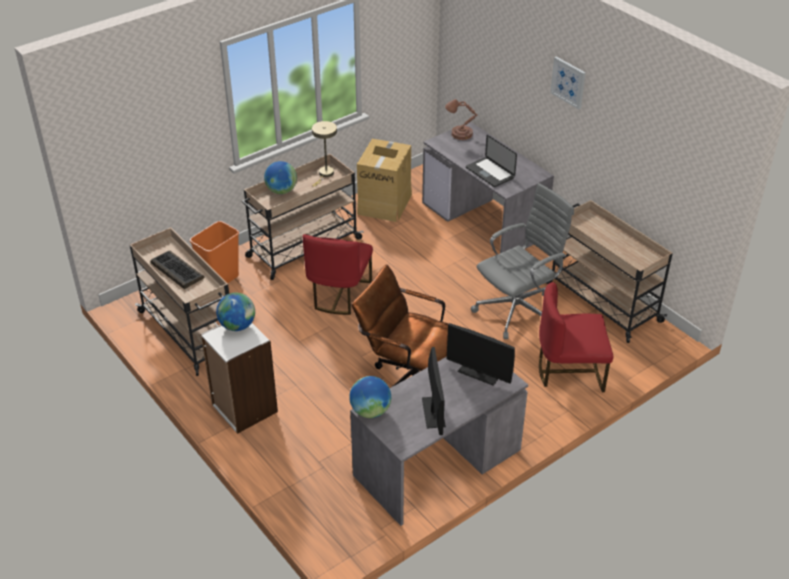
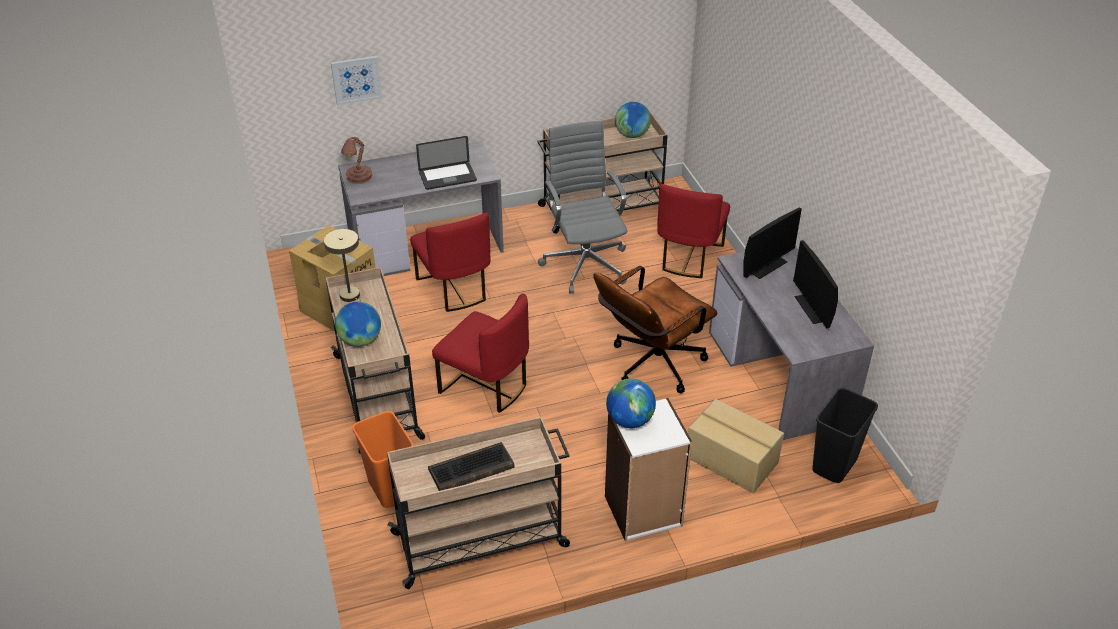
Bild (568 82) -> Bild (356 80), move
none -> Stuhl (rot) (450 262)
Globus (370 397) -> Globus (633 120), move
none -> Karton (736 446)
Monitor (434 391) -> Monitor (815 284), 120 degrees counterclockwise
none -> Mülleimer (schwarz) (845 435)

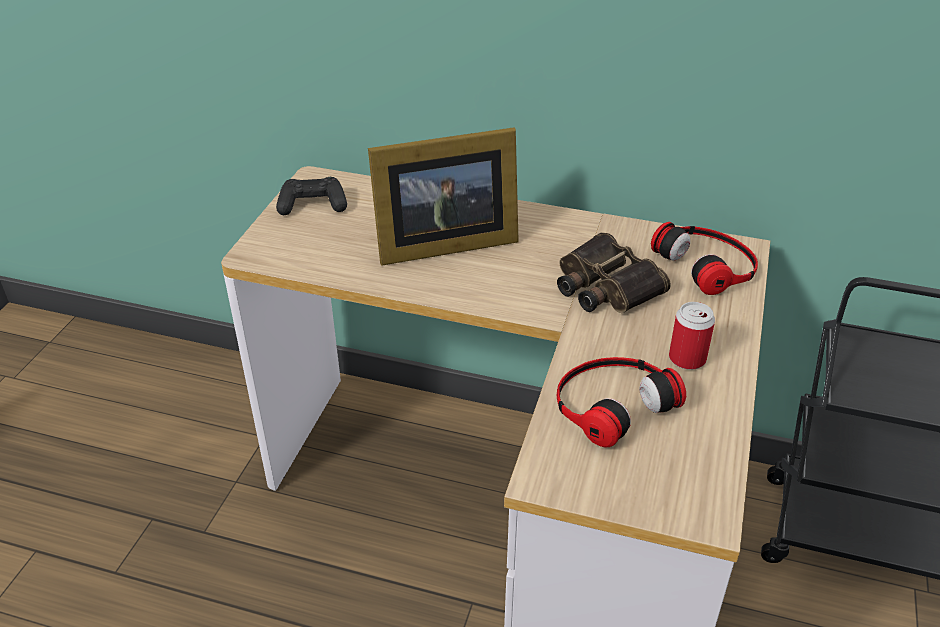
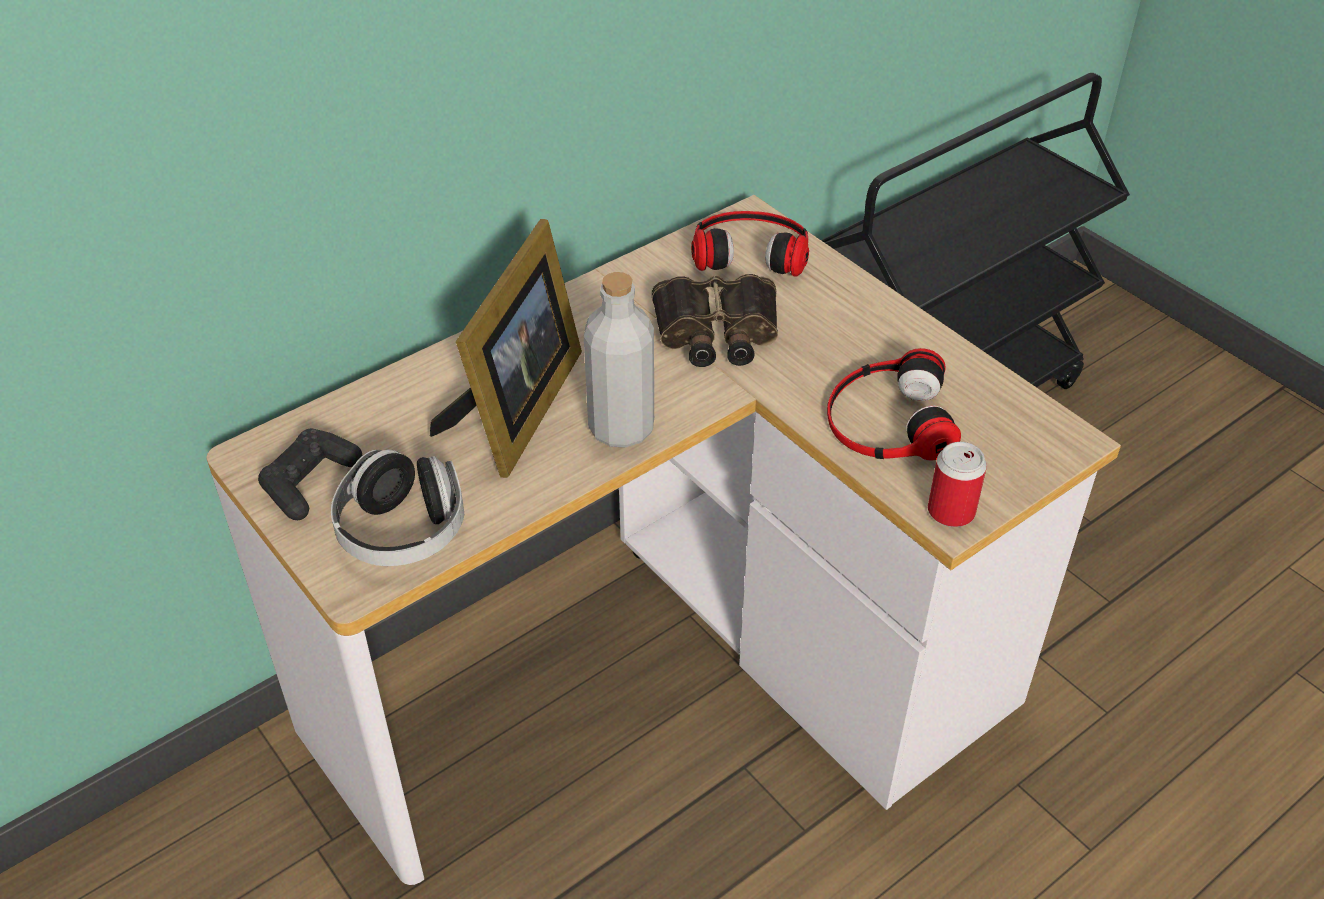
none -> Kopfhörer (397 508)
none -> Flasche (grau) (619 360)
Dose (692 336) -> Dose (957 484), move

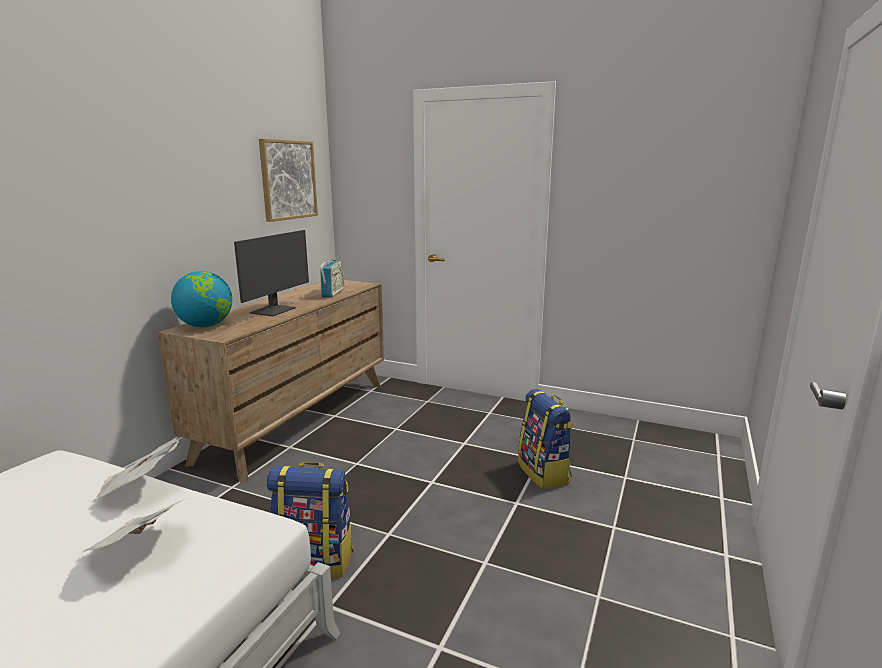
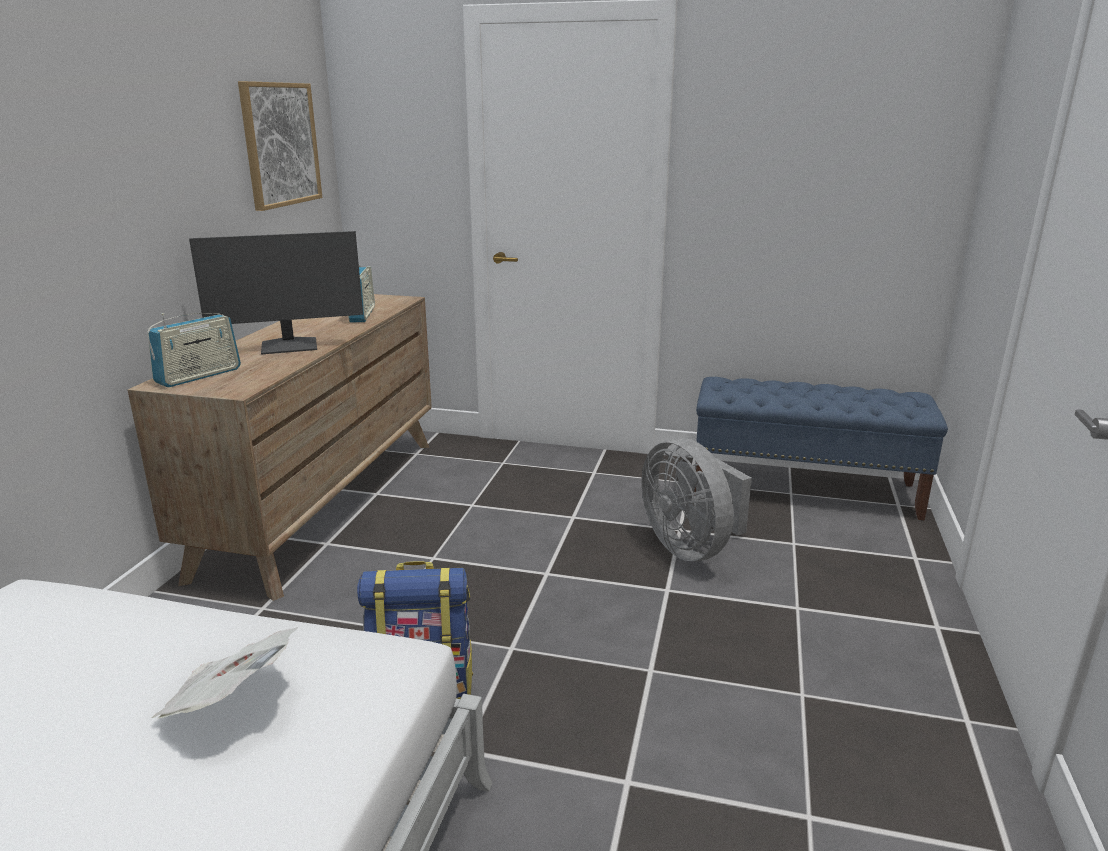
Globus (201 299) -> Radio (194 350)
Monitor (271 273) -> Monitor (276 293), 60 degrees clockwise
Rucksack (545 439) -> Ventilator (grau) (697 499)
none -> Bank (blau) (821 448)
Zeitung (135 469) -> none

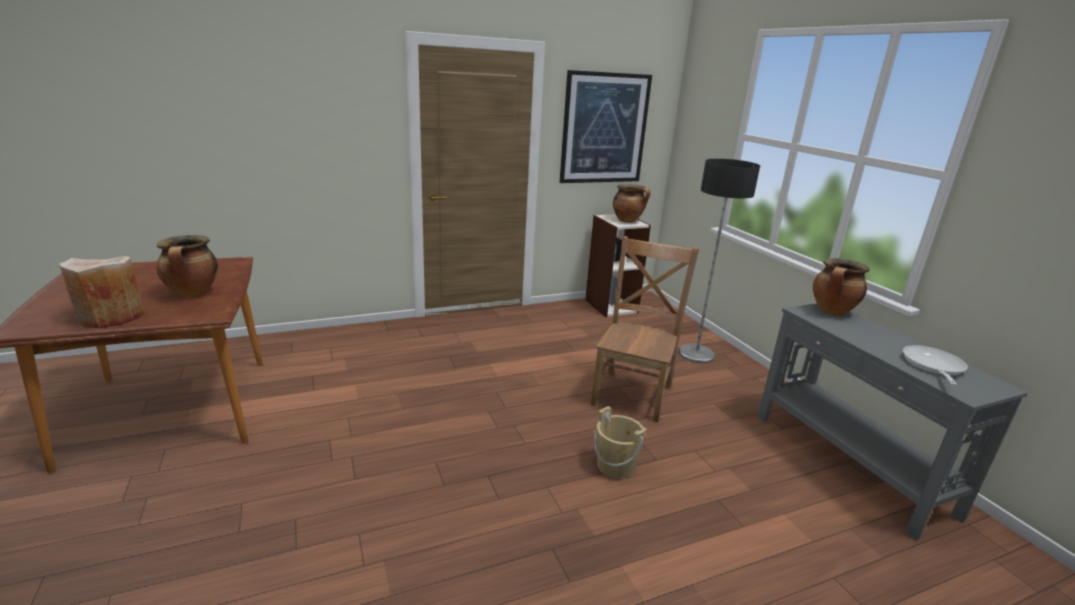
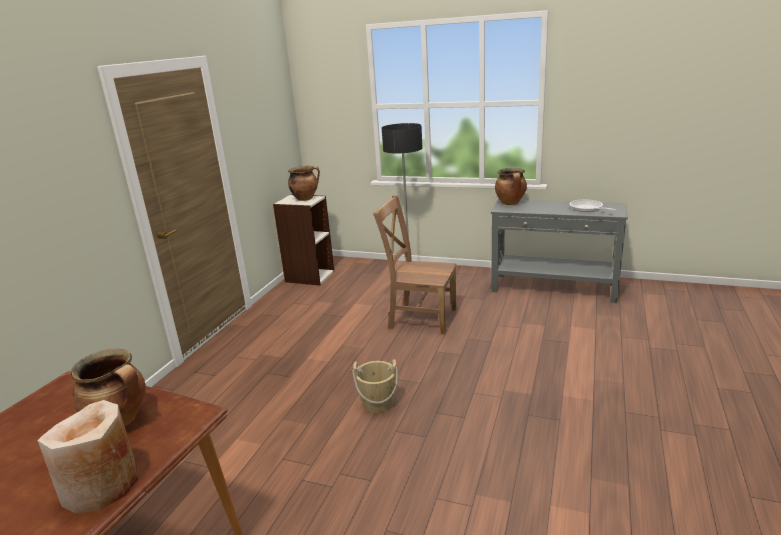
Eimer (beige) (620 442) -> Eimer (beige) (375 386), move
Stuhl (braun) (645 329) -> Stuhl (braun) (415 265), 45 degrees counterclockwise
Bild (605 126) -> none

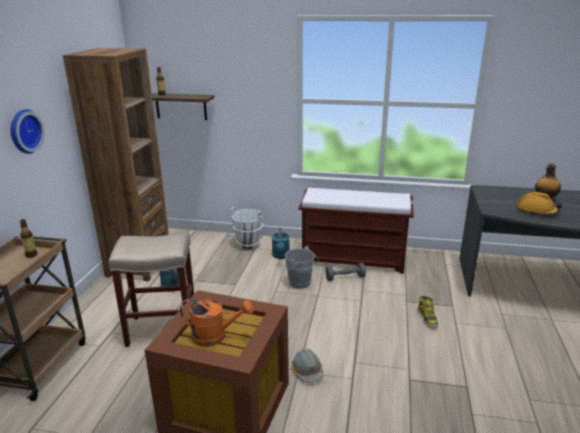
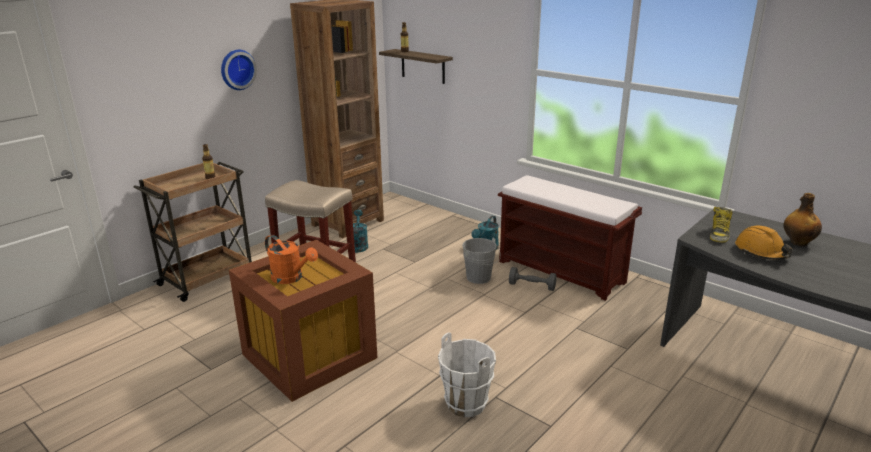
Eimer (weiß) (247 228) -> Eimer (weiß) (467 375), move
Stiefel (428 312) -> Stiefel (721 225), move
Schutzhelm (grau) (307 366) -> none

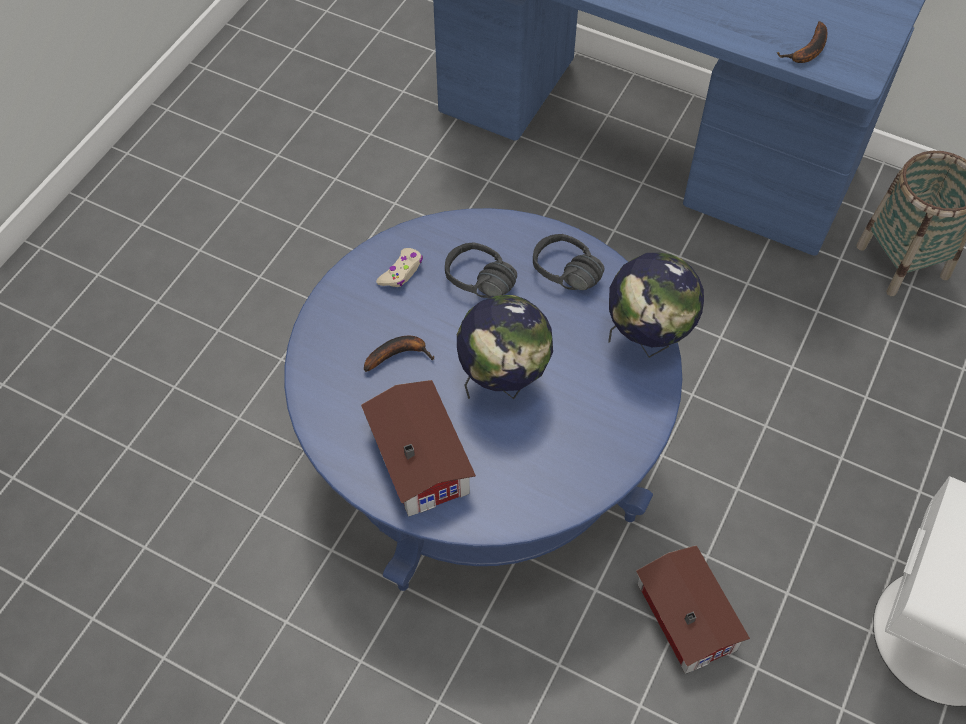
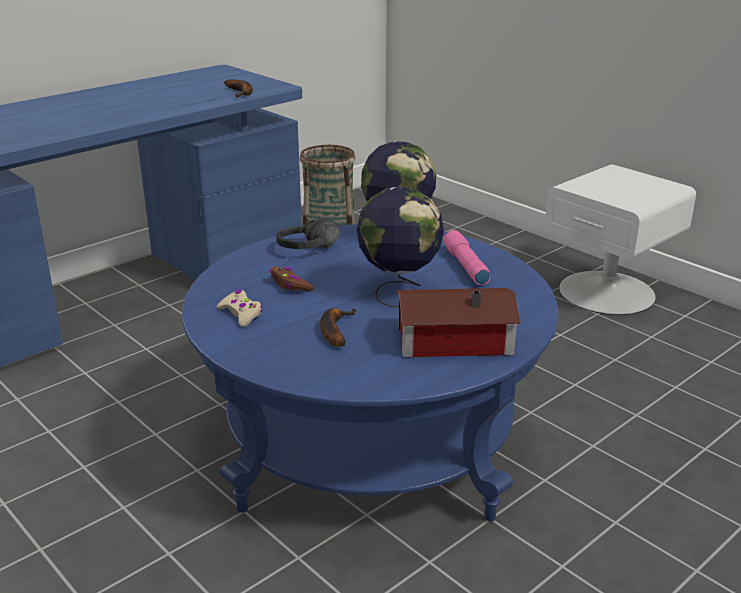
Kopfhörer (schwarz) (481 270) -> Gamepad (braun) (292 279)
none -> Taschenlampe (rosa) (466 257)
Spielzeughaus (693 609) -> none

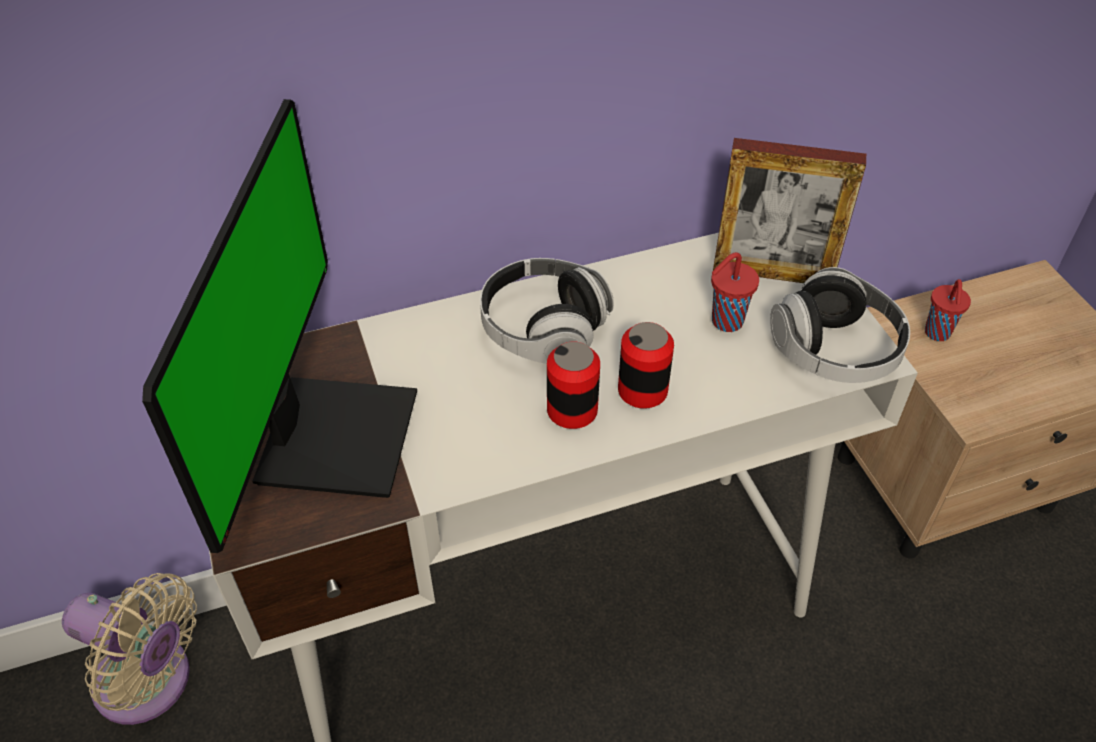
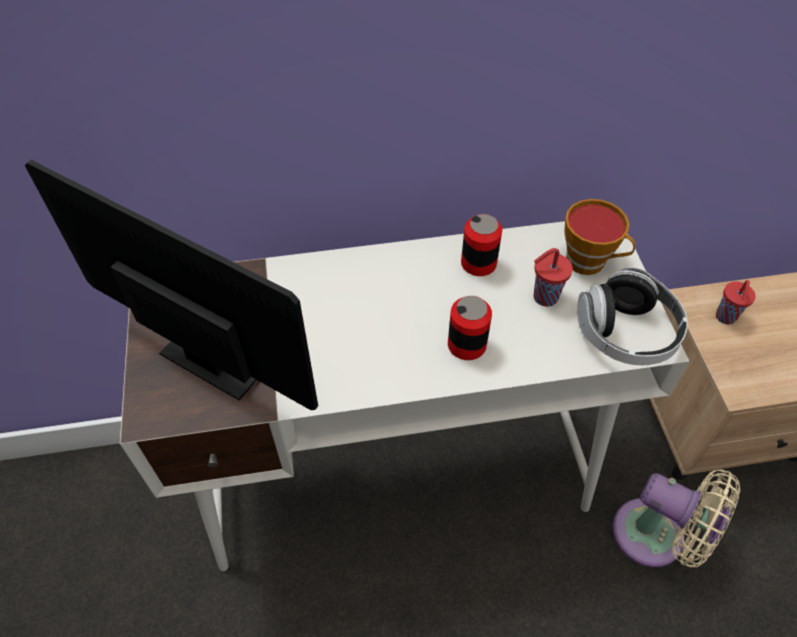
Monitor (279 326) -> Monitor (171 285), 75 degrees counterclockwise
Dose (573 385) -> Dose (481 245), move
Bilderrahmen (789 210) -> Tasse (600 237)
Ventilator (beige) (129 649) -> Ventilator (beige) (676 518), move
Kopfhörer (547 311) -> none

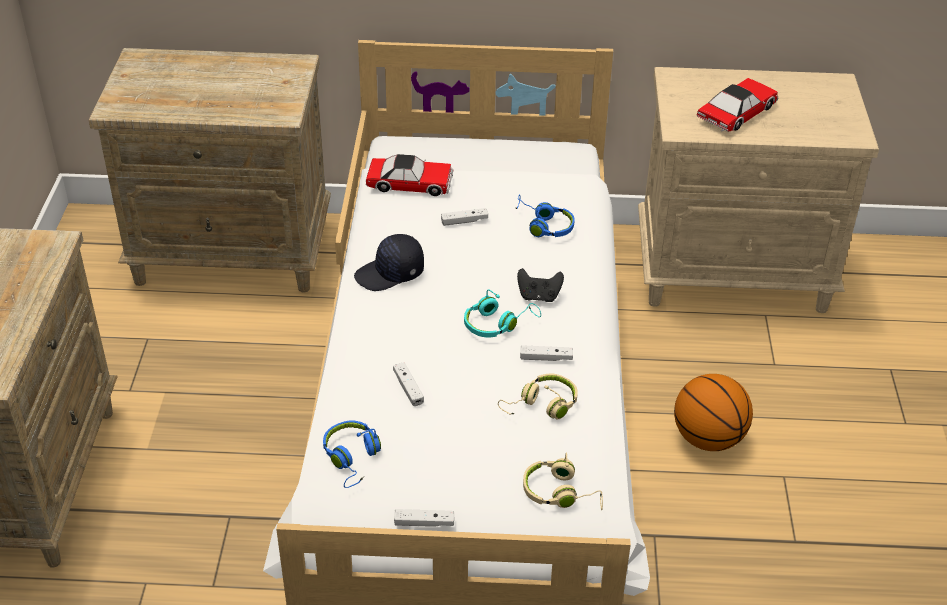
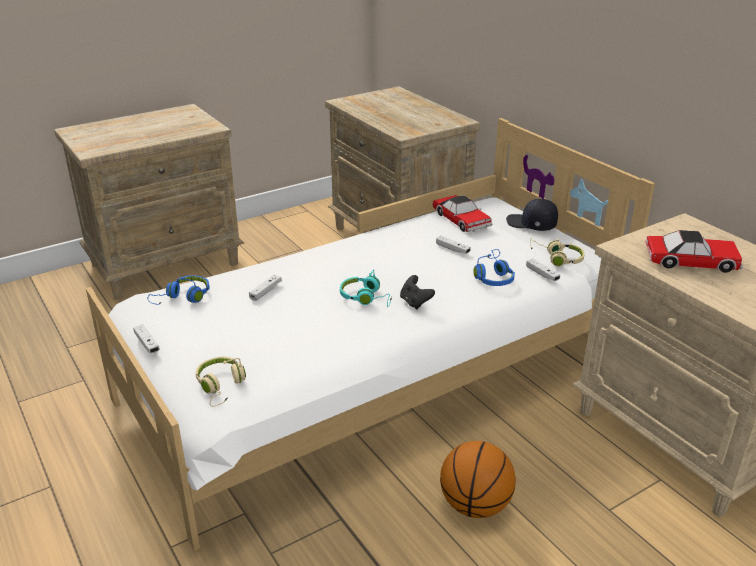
Kappe (schwarz) (389 262) -> Kappe (schwarz) (532 215), move
Gamepad (weiß) (546 353) -> Gamepad (weiß) (543 270), move
Kopfhörer (beige) (538 396) -> Kopfhörer (beige) (557 252), move

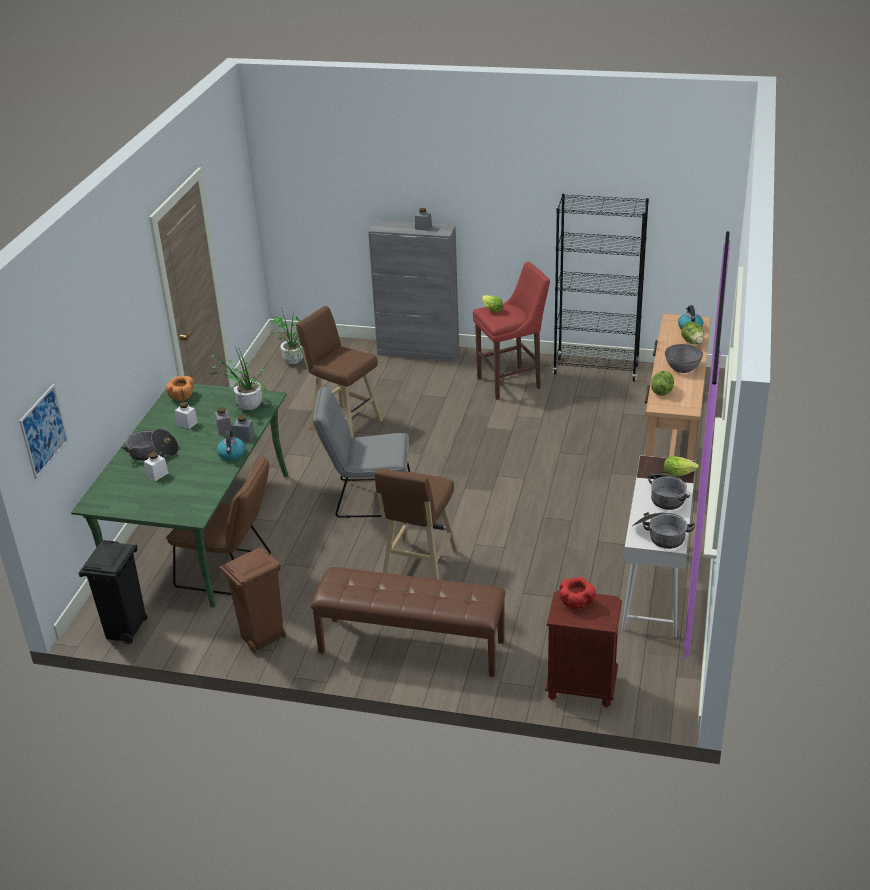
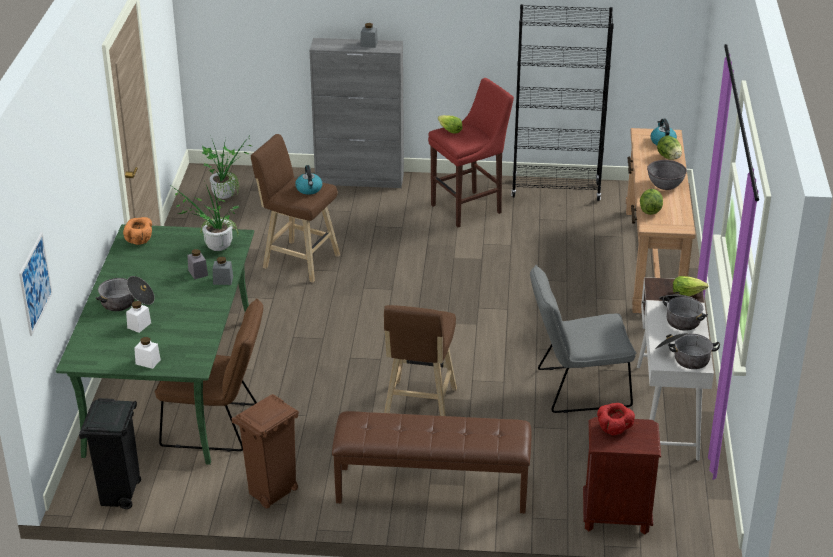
Vorratsglas (weiß) (186 415) -> Vorratsglas (weiß) (147 353), move
Wasserkessel (231 444) -> Wasserkessel (308 180), move
Stuhl (grau) (361 451) -> Stuhl (grau) (583 339), move

